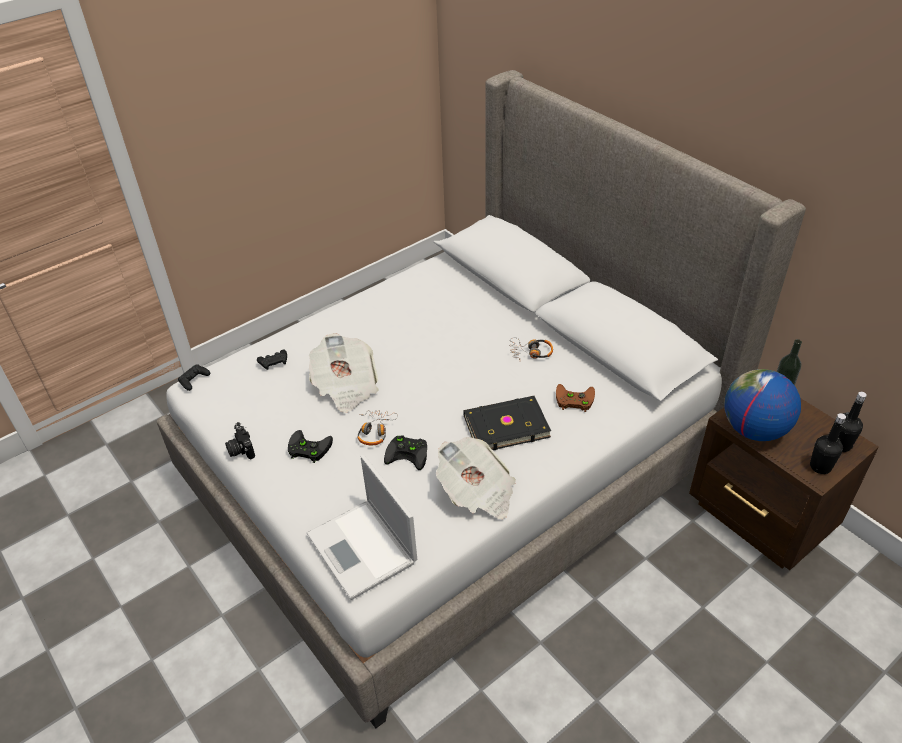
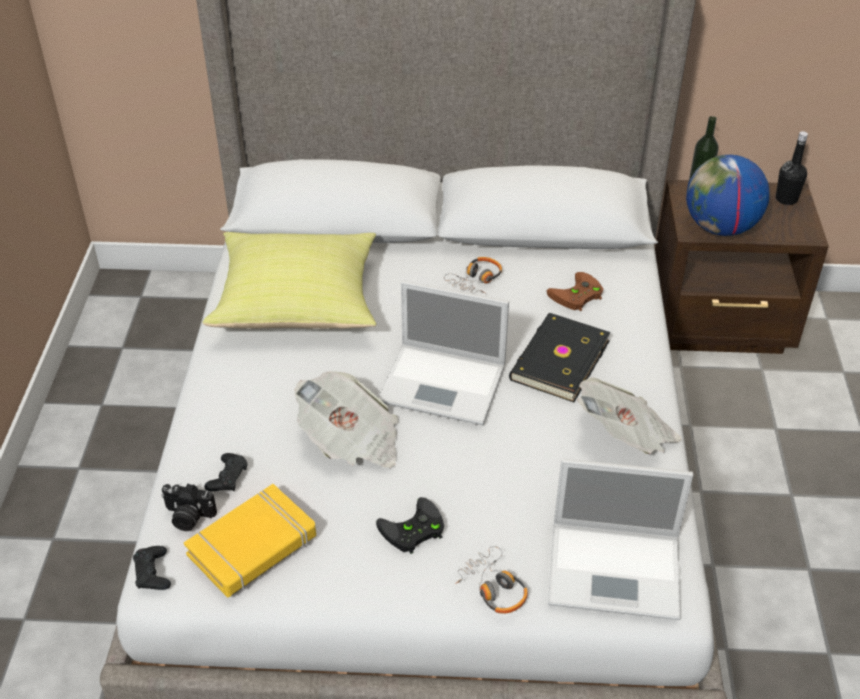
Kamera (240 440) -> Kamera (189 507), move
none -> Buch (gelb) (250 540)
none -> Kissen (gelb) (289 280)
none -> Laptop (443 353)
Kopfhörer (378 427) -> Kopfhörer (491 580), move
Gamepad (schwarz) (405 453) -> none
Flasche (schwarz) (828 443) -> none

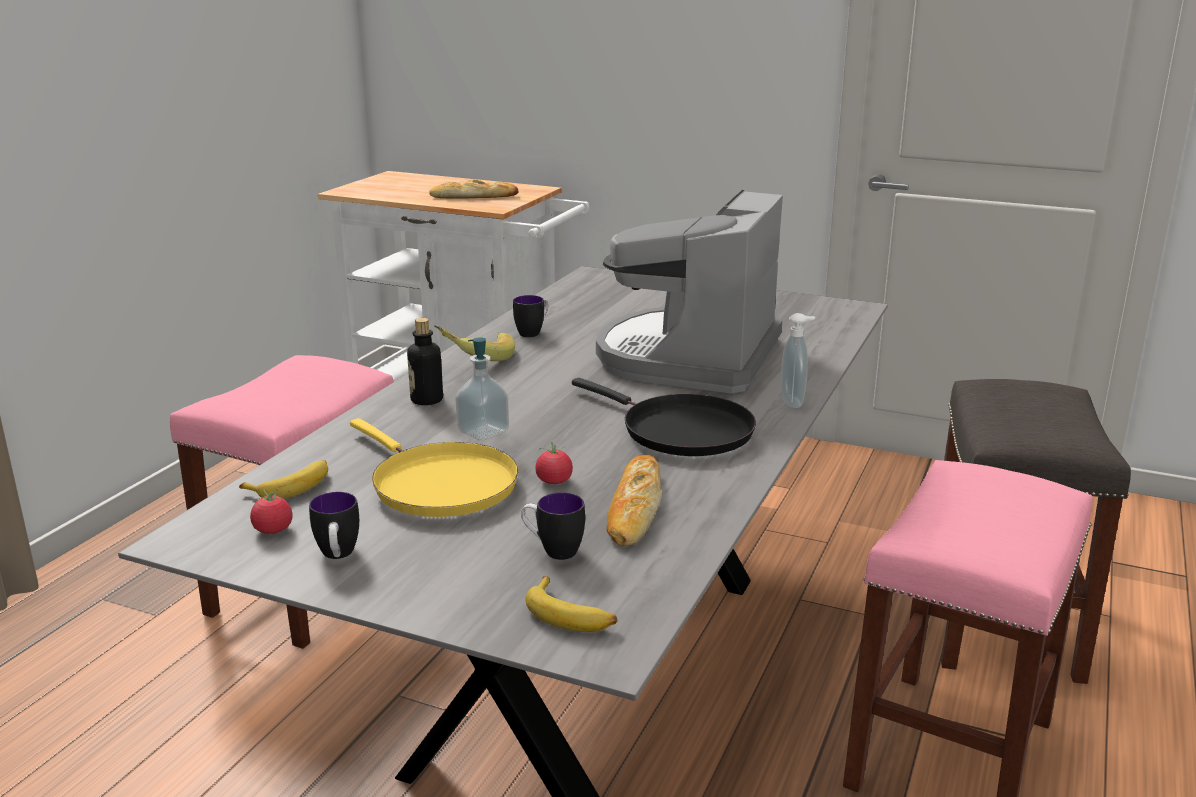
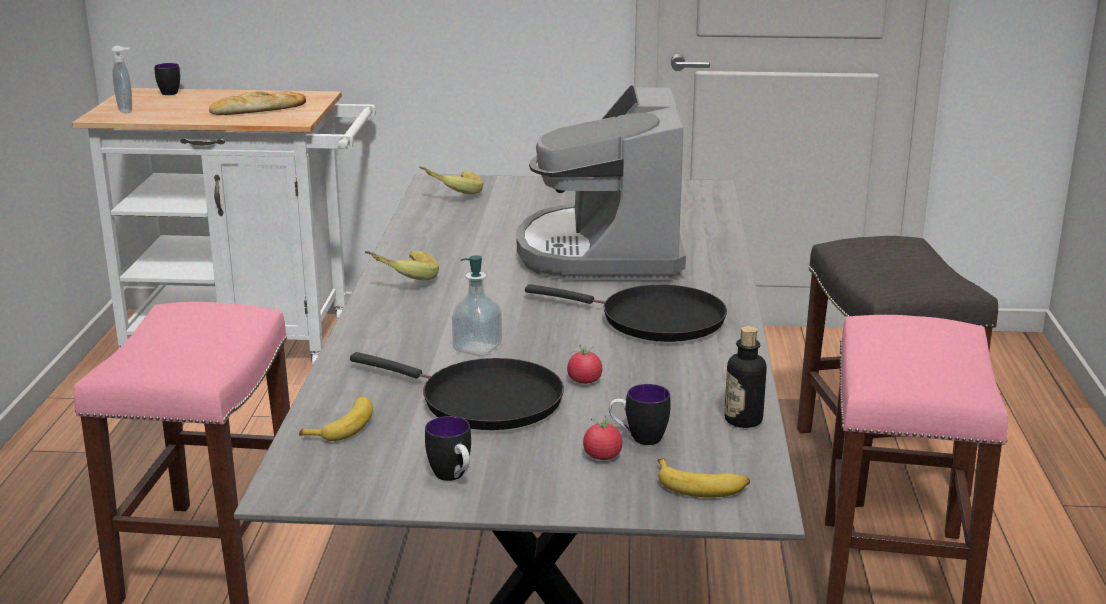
Seifenspender (798 360) -> Seifenspender (122 79), move
Henkelbecher (530 316) -> Henkelbecher (167 79), move
Pfanne (gelb) (434 467) -> Pfanne (schwarz) (457 391)
none -> Banane (451 180)
Tomate (271 512) -> Tomate (603 437), move
Flasche (425 361) -> Flasche (745 377), move
Brot (634 500) -> none

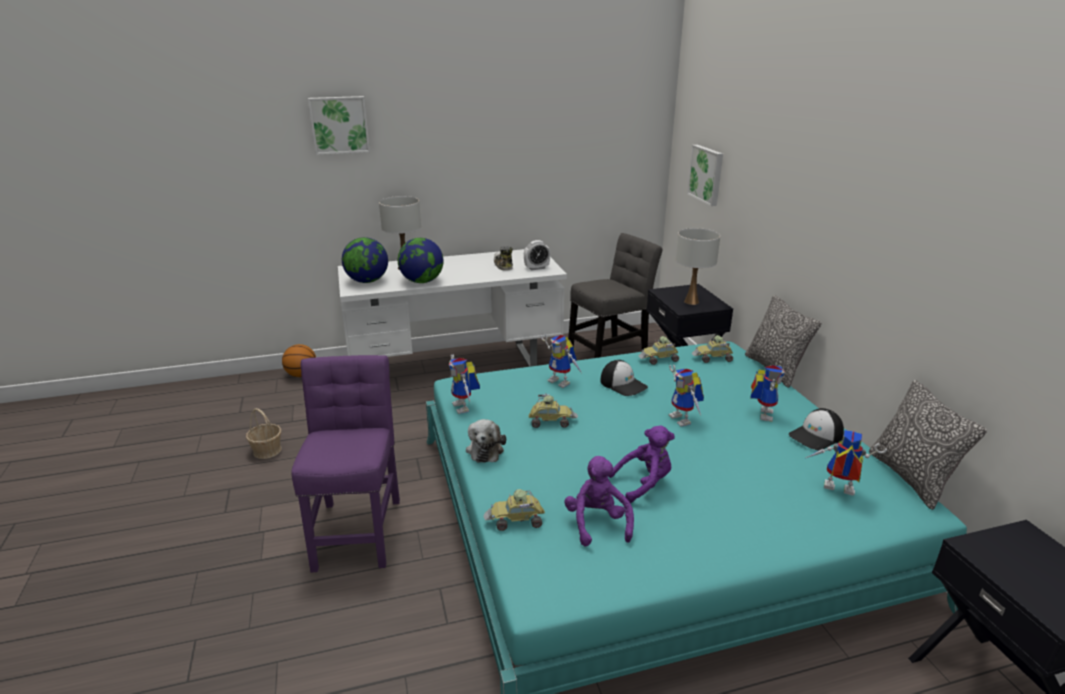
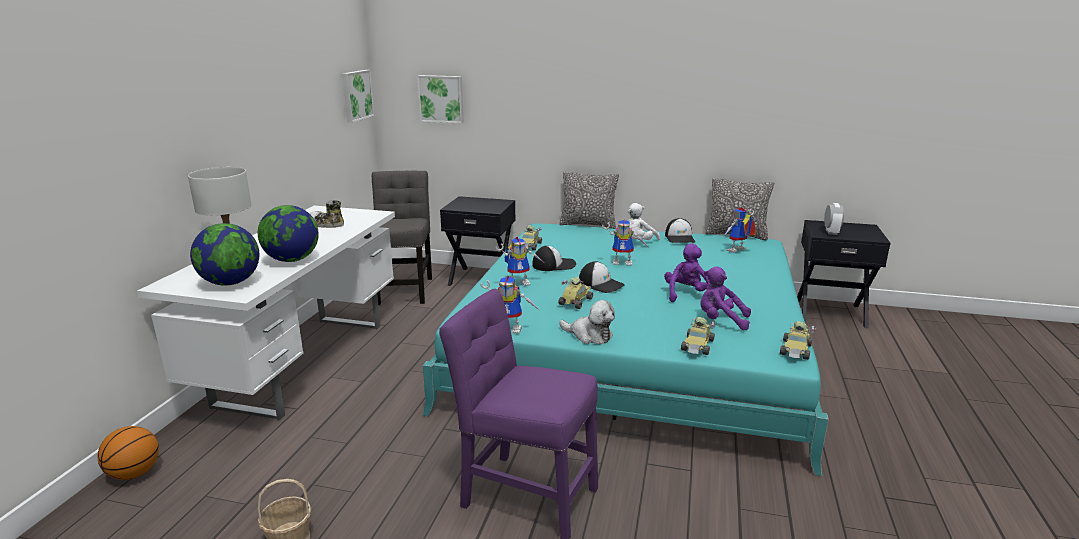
Bild (339 125) -> Bild (358 96), move
none -> Kappe (602 277)
Spielzeugroboter (767 393) -> Plüschtier (weiß) (644 221)
Spielzeugauto (712 349) -> Spielzeugauto (798 340), move
Wecker (537 255) -> Wecker (834 219), move
Tischlampe (weiß) (698 266) -> none

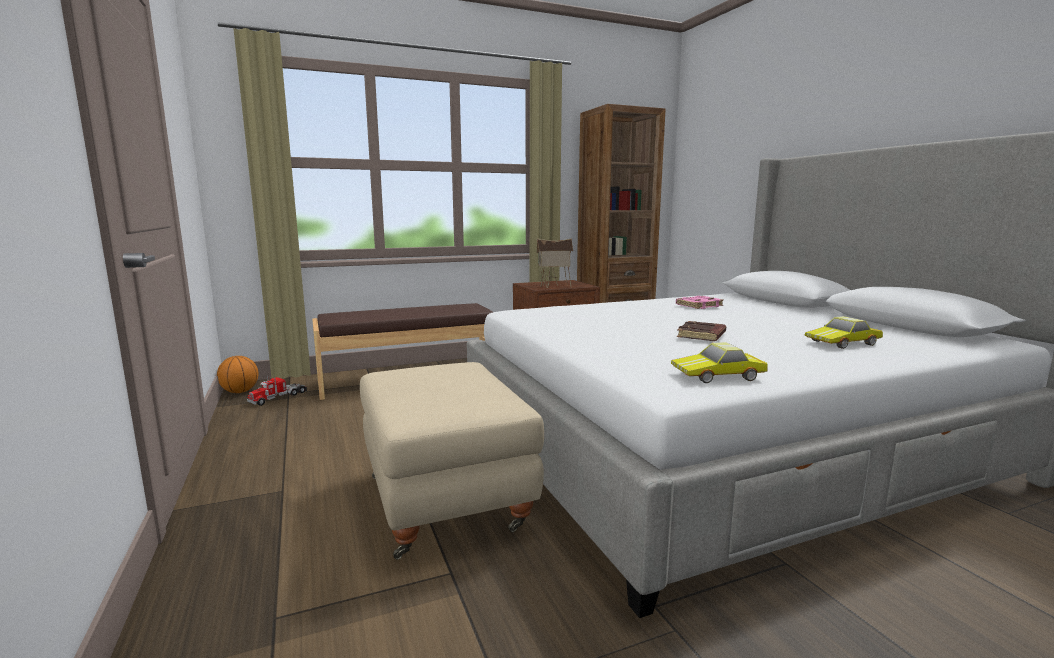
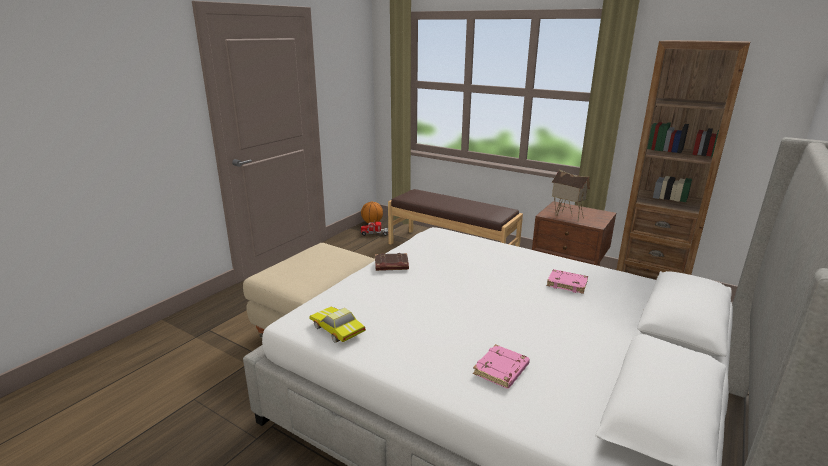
Buch (braun) (701 331) -> Buch (braun) (392 262), move
Spielzeugauto (844 332) -> Buch (rosa) (501 366)

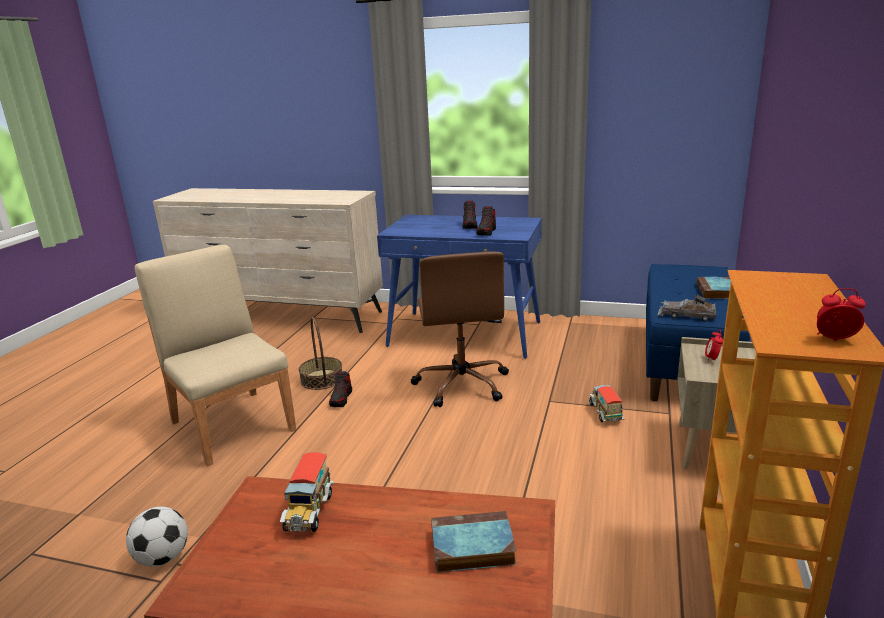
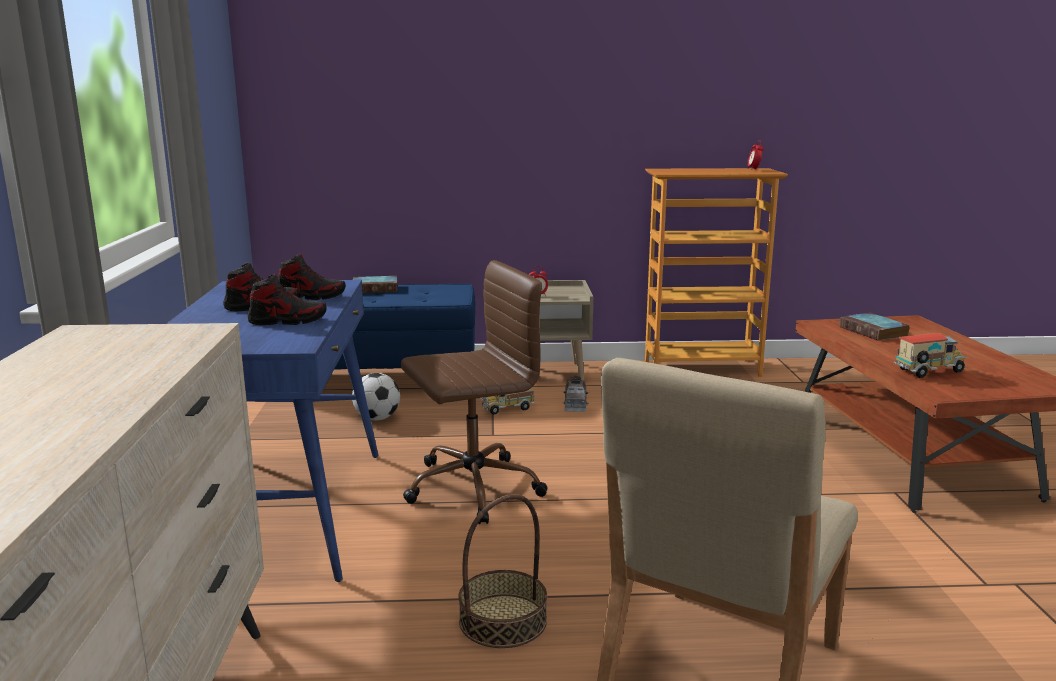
Schuh (340 389) -> Schuh (286 299), move
Fußball (157 536) -> Fußball (376 397), move
Spielzeugauto (grau) (686 308) -> Spielzeugauto (grau) (576 394), move

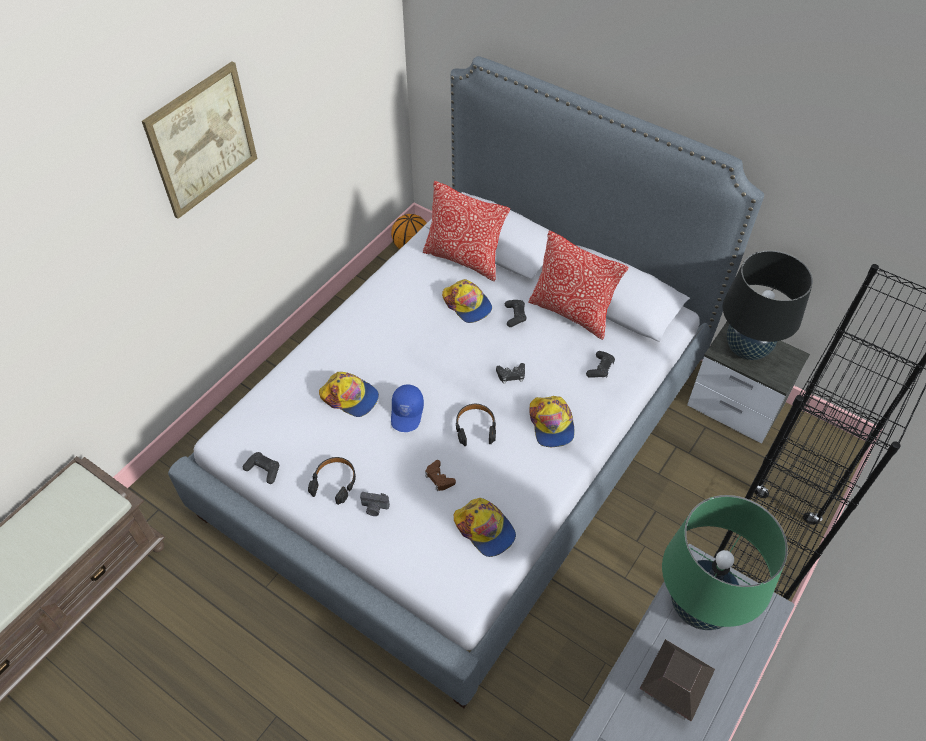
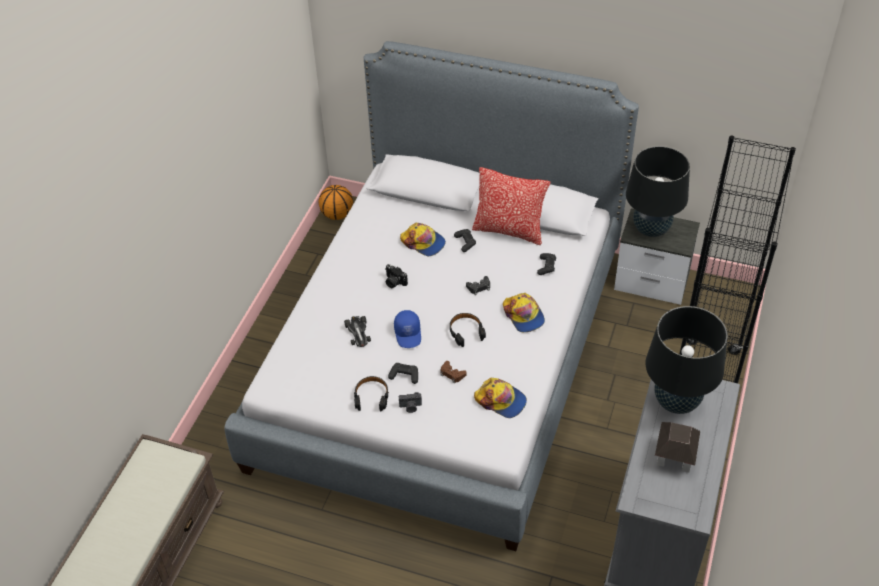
Kappe (349 394) -> Spielzeugauto (357 331)
none -> Kamera (396 276)
Gamepad (schwarz) (261 468) -> Gamepad (schwarz) (403 373), move
Tischlampe (grün) (725 562) -> Tischlampe (schwarz) (687 360)
Bild (200 140) -> none
Kissen (466 231) -> none

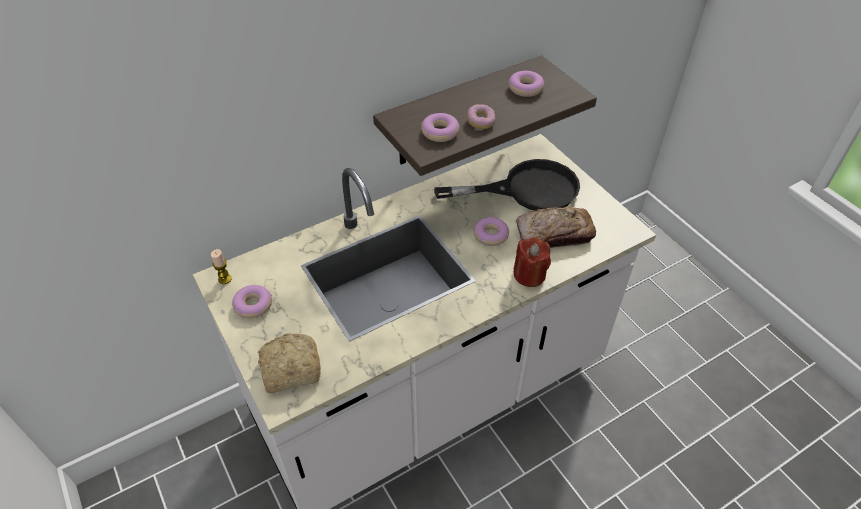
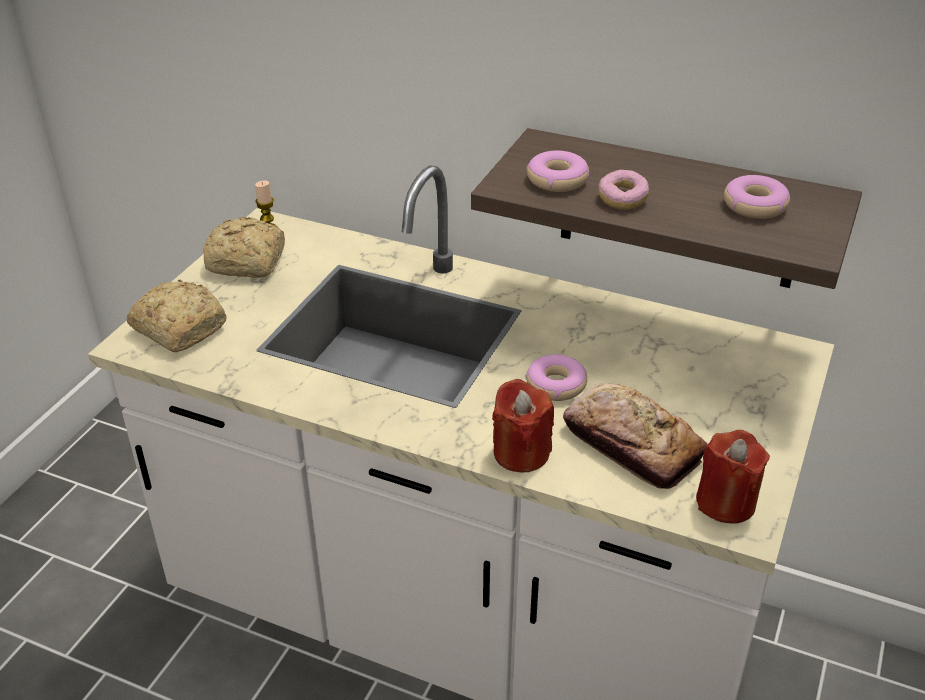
Donut (252 302) -> Brot (244 247)
none -> Kerze (rot) (733 477)
Pfanne (schwarz) (507 185) -> none

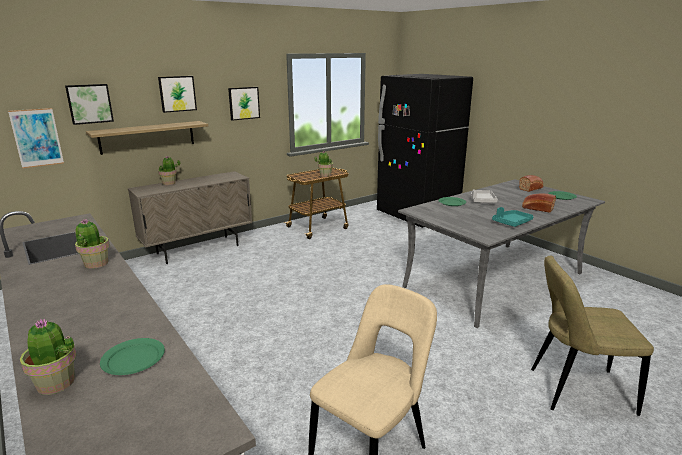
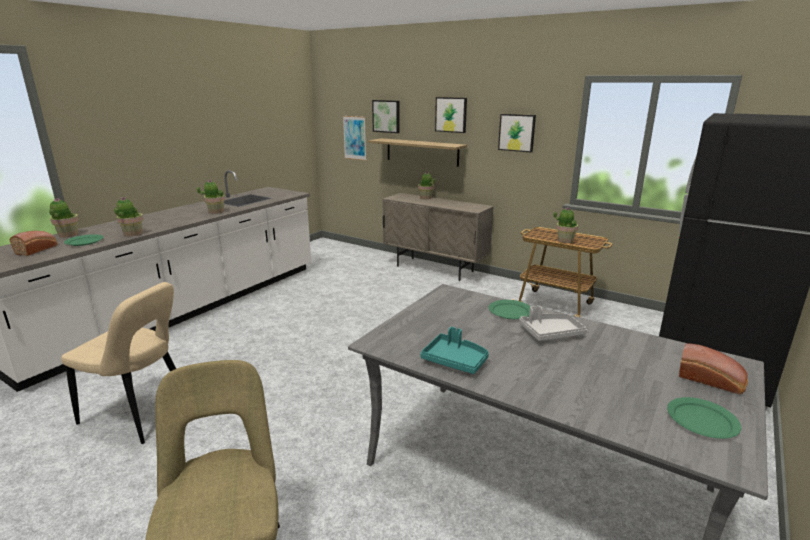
Brot (539 203) -> Brot (34 243), move
none -> Topfpflanze (128 216)

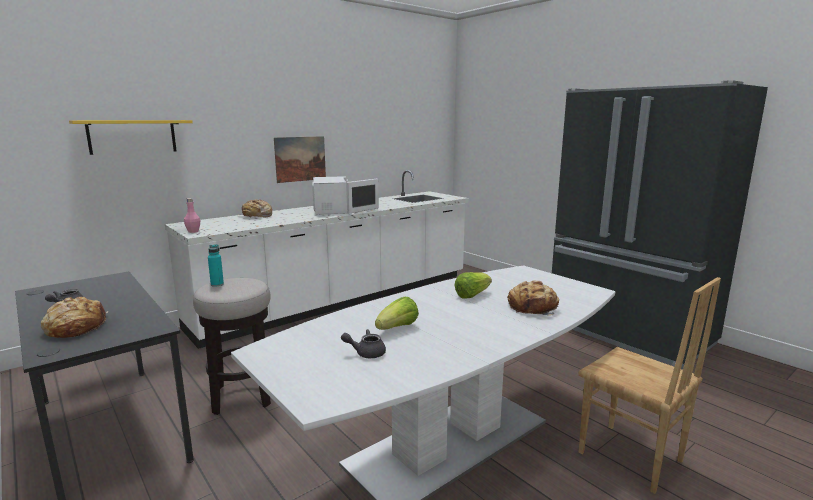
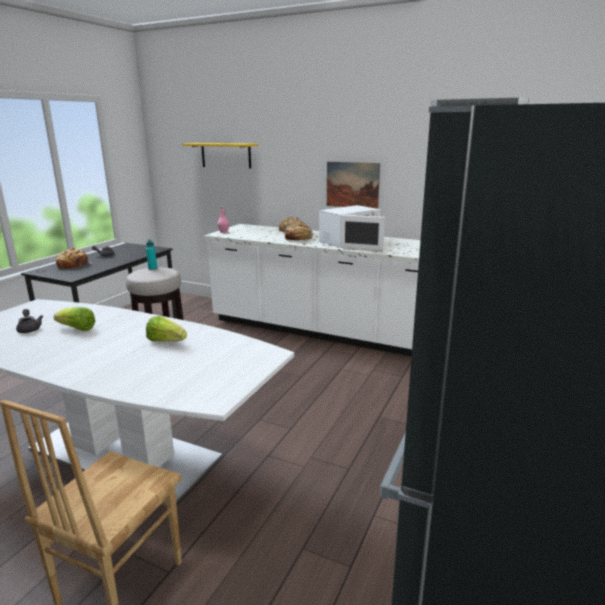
Brot (533 298) -> Brot (299 232), move

